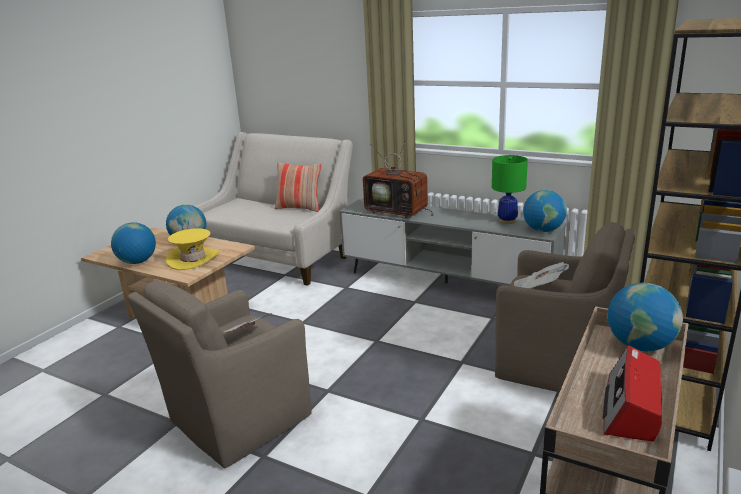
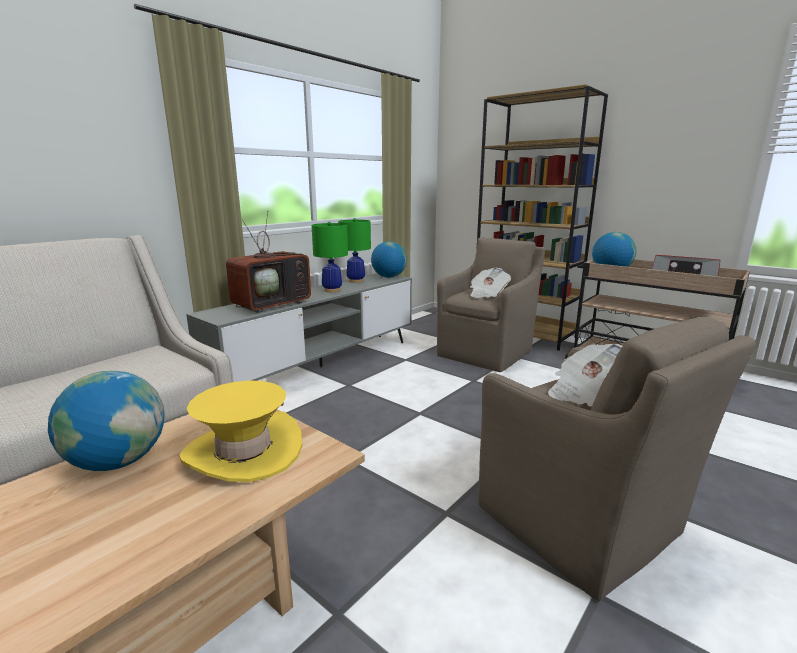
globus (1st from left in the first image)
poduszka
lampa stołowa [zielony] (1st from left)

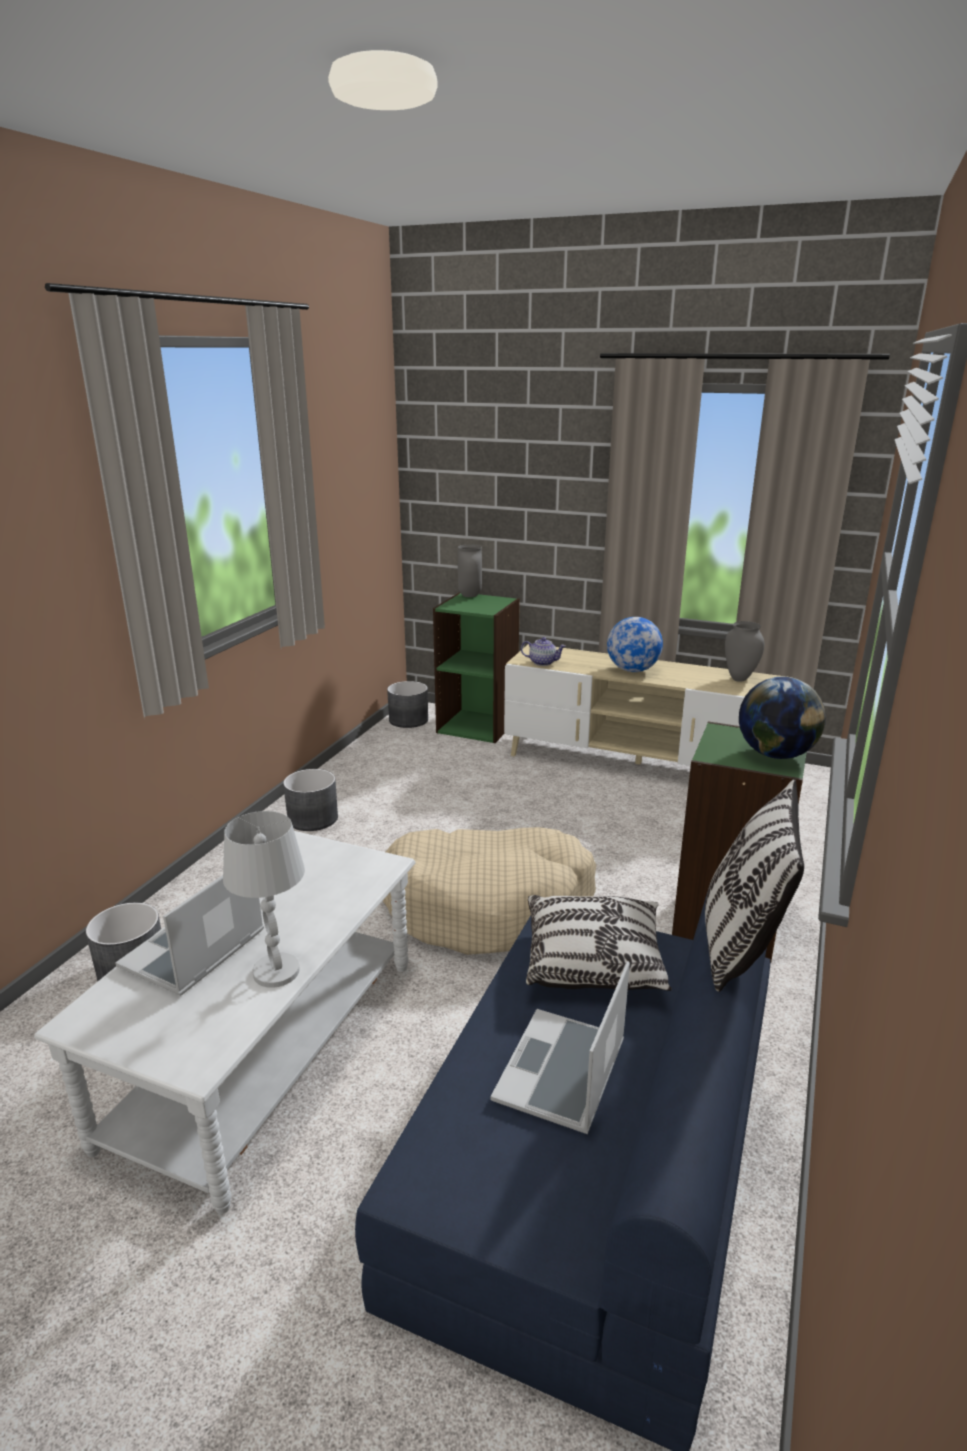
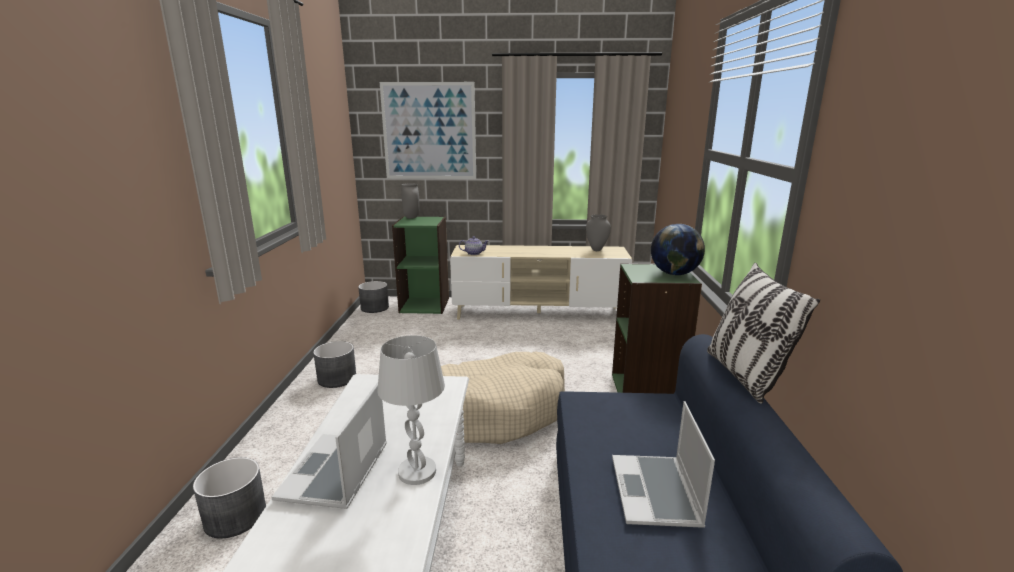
poduszka (1st from left in the first image)
globus (1st from left in the first image)
obraz

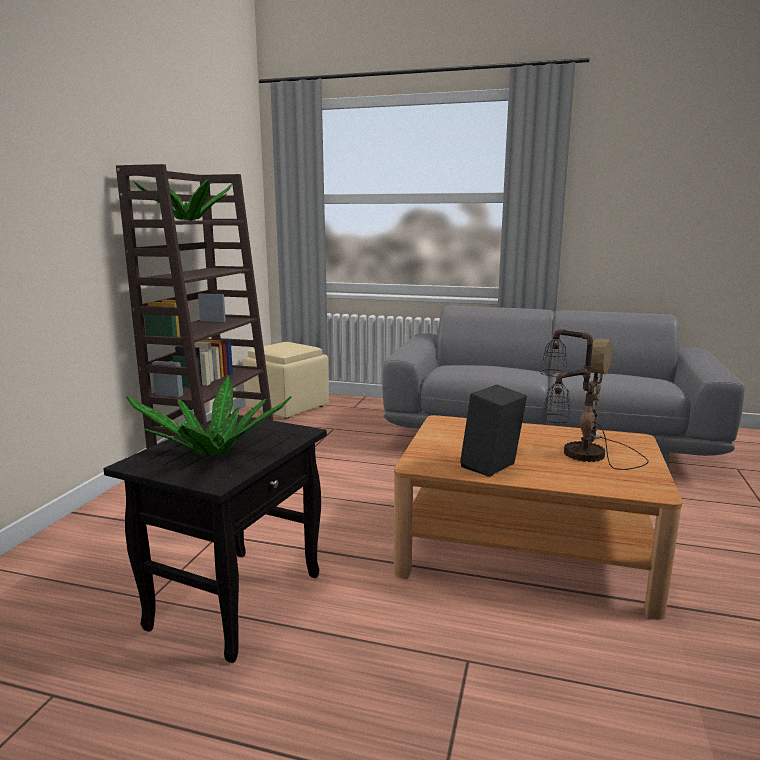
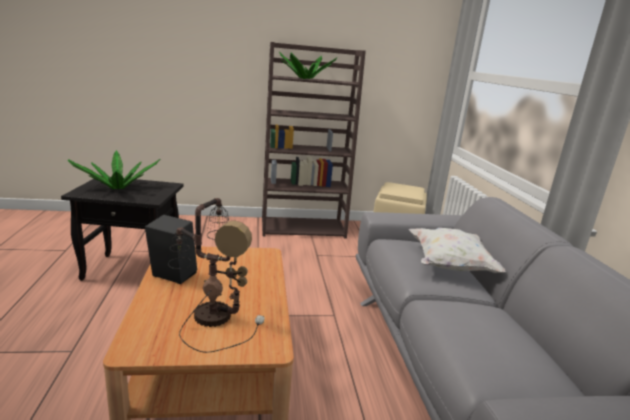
poduszka [biały]

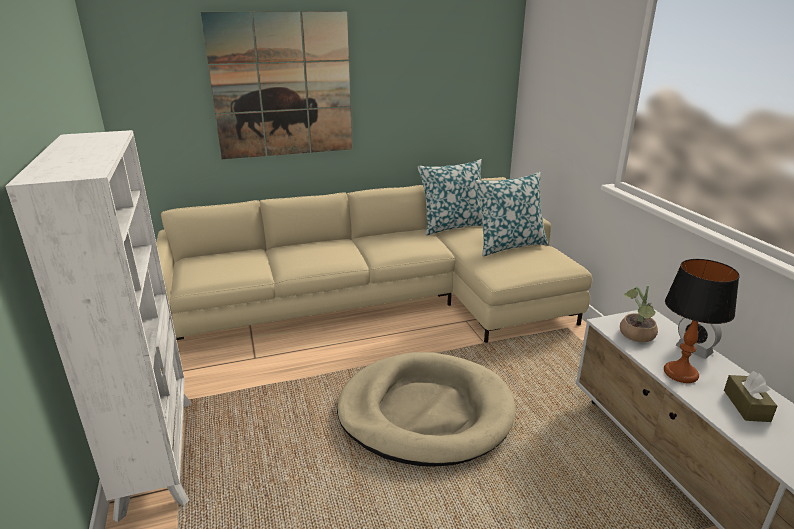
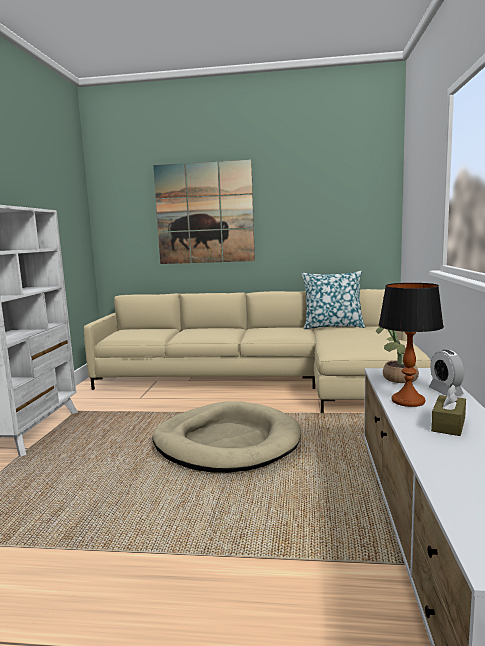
poduszka (2nd from left in the first image)

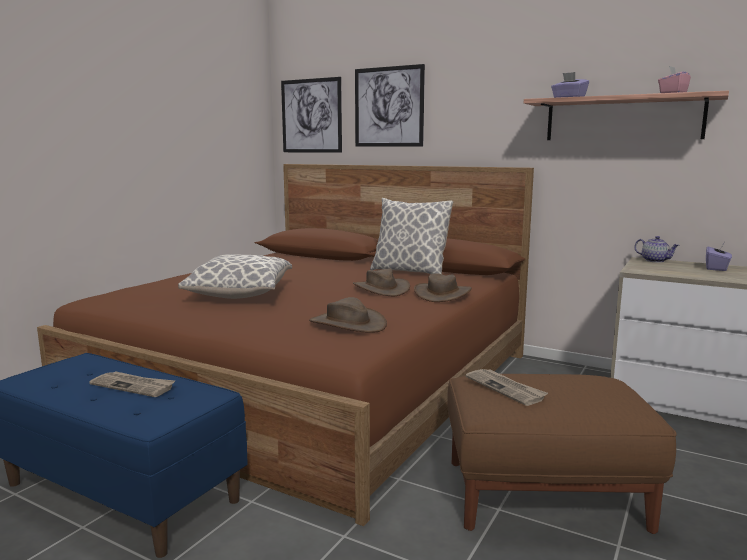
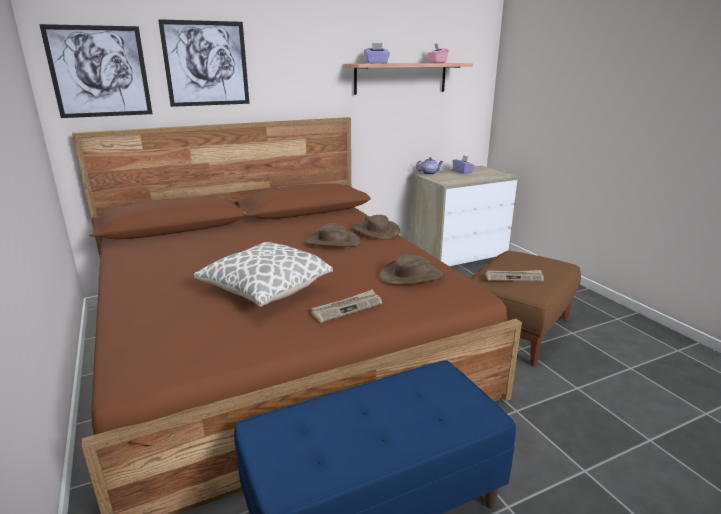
gazeta (1st from left)
poduszka (2nd from left in the first image)

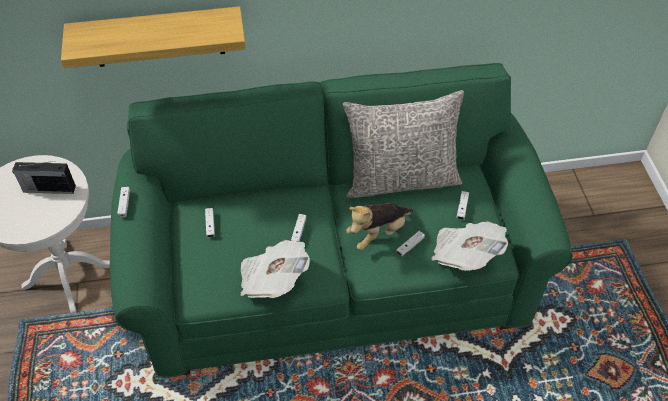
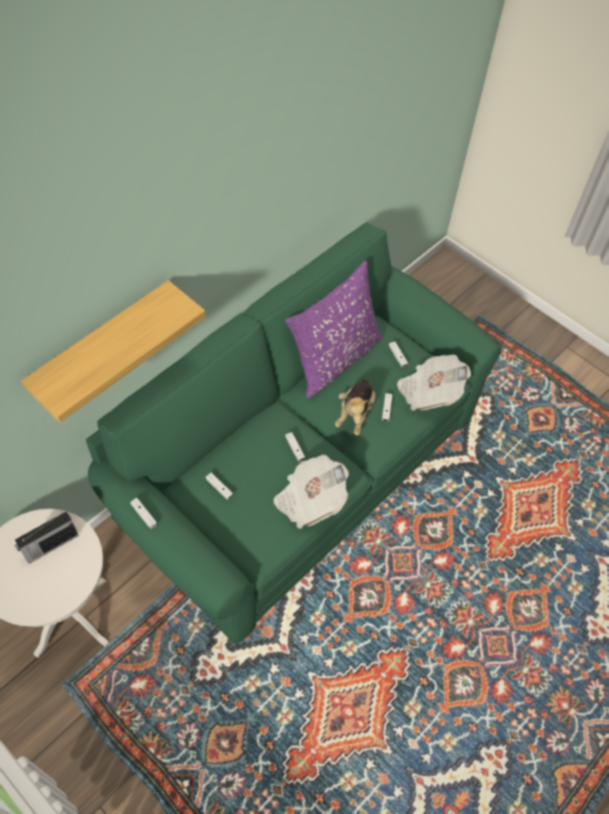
poduszka [fioletowy]

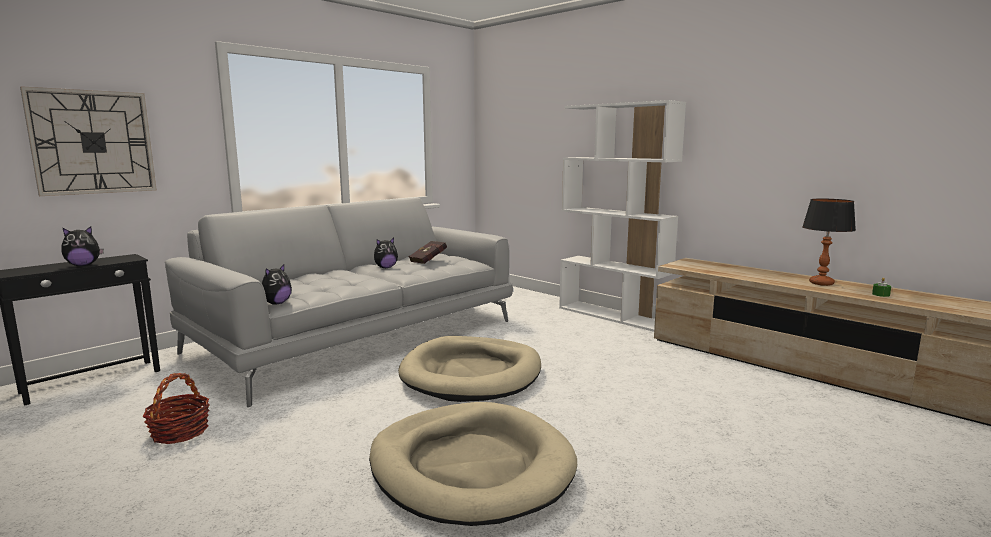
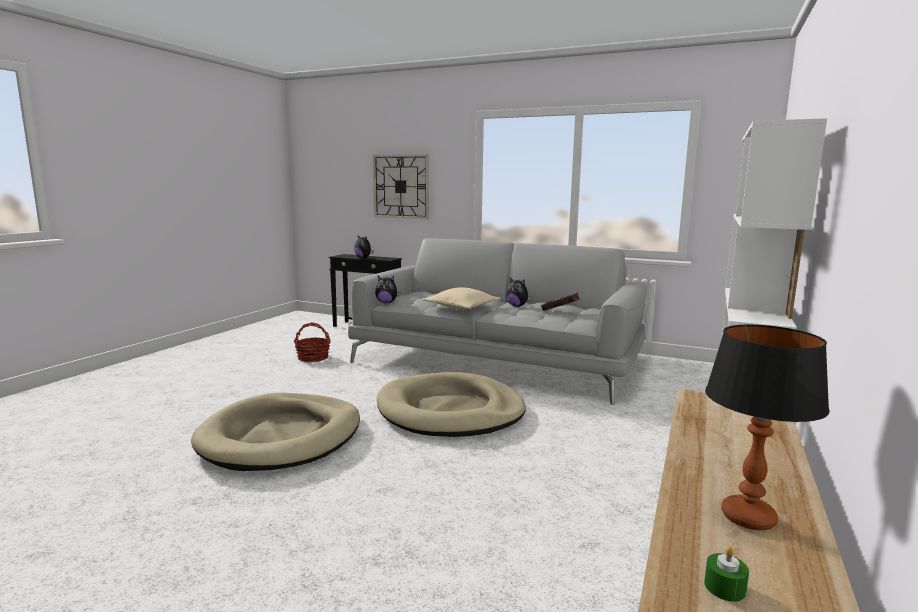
poduszka [beżowy]

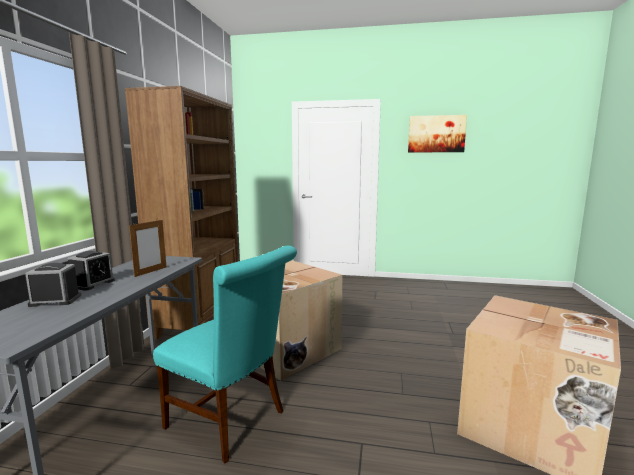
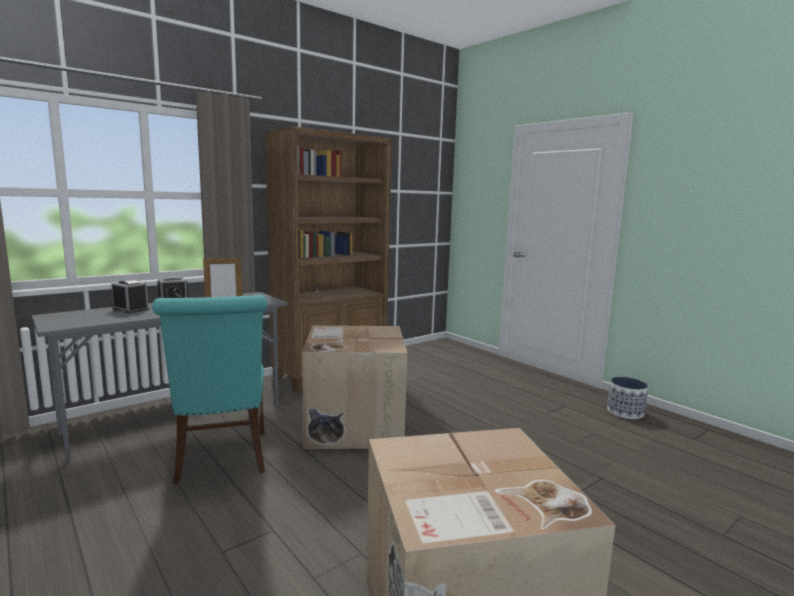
obraz
donica

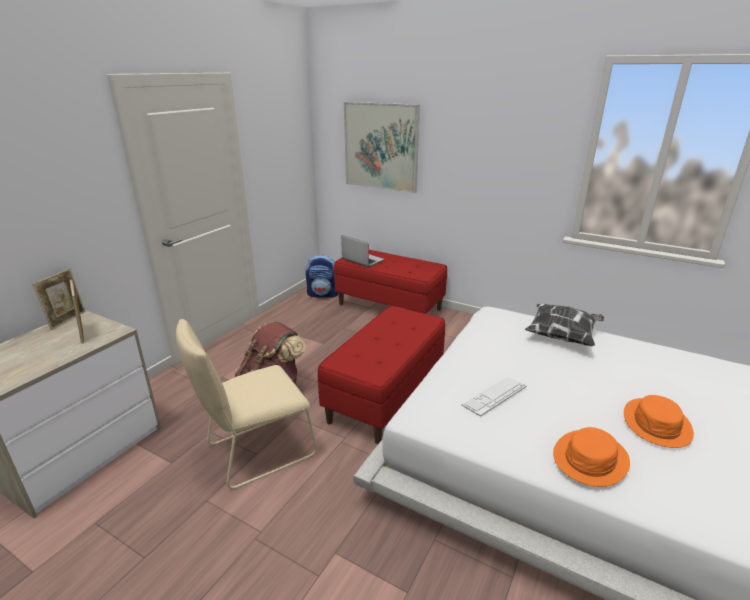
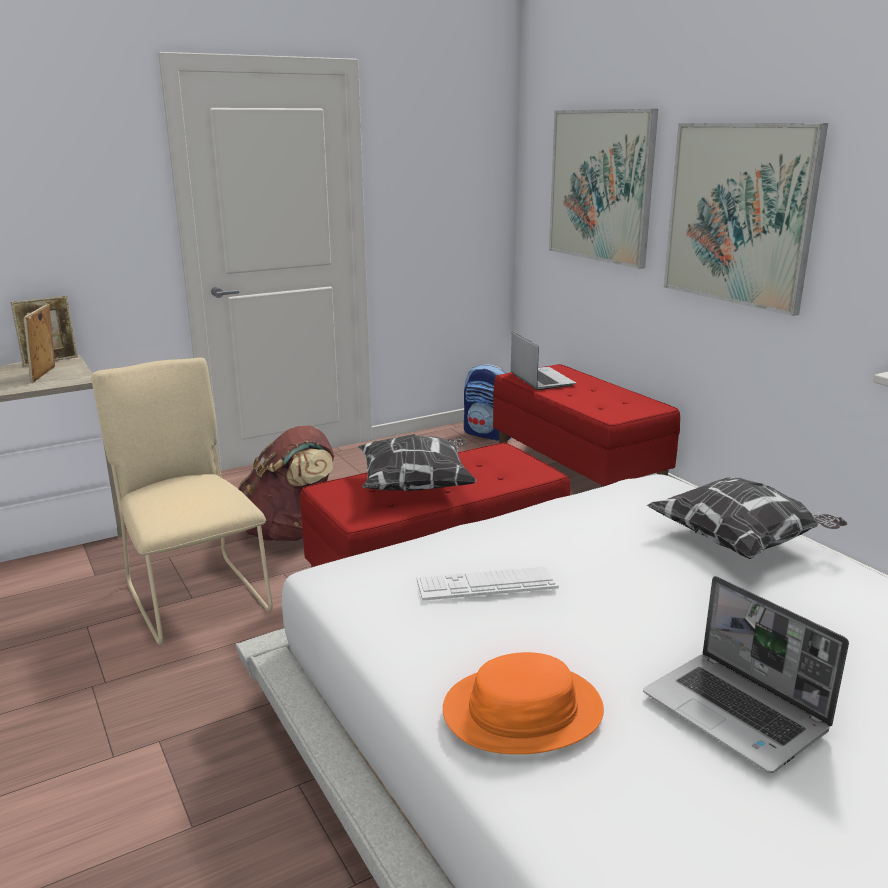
krzesło [beżowy]
laptop (2nd from left)
poduszka (1st from left)
obraz (2nd from left)

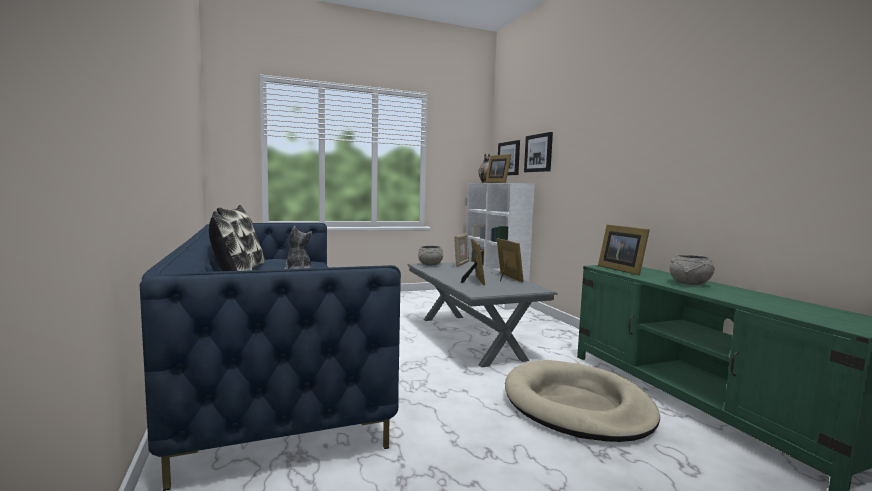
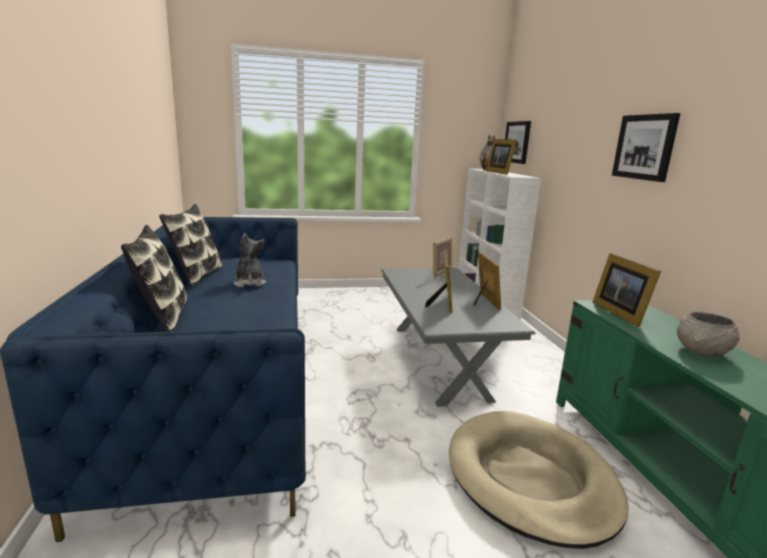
miska [szary] (1st from left in the first image)
obraz (2nd from left)

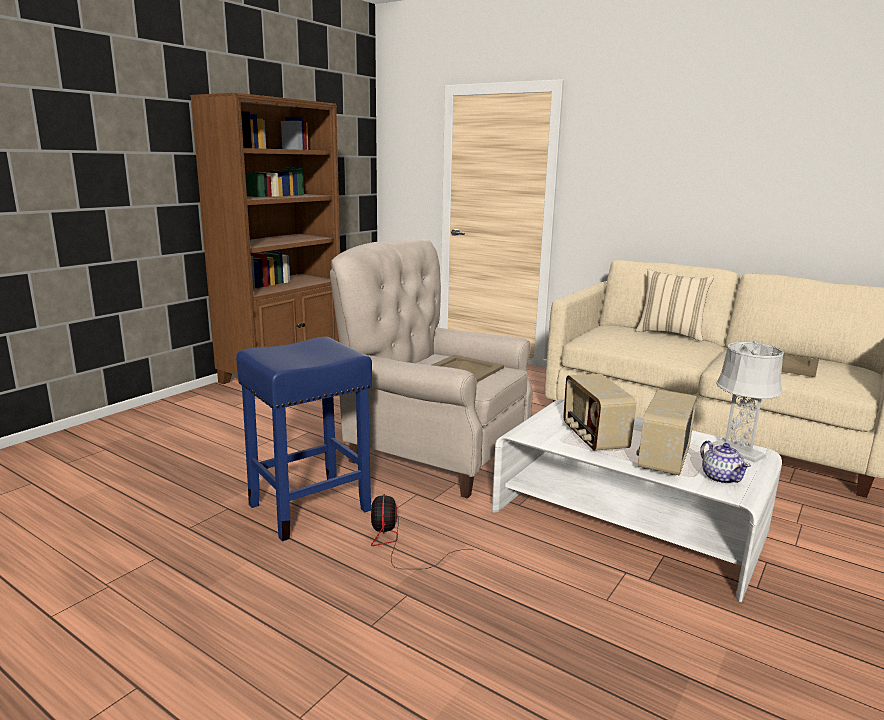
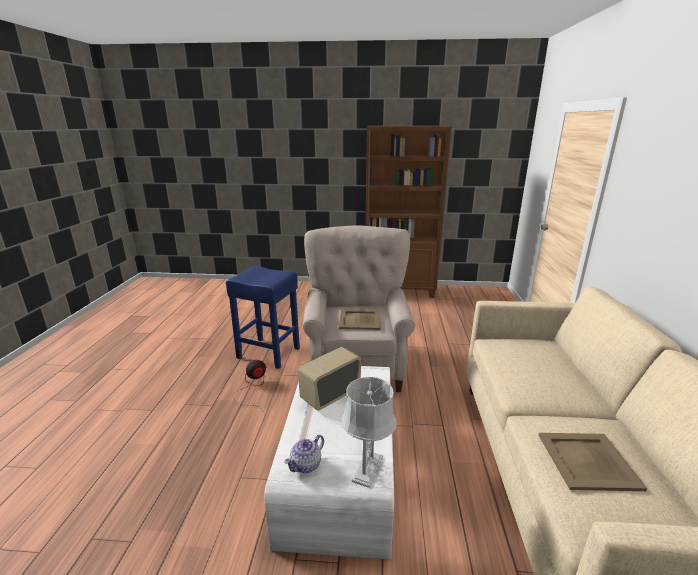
poduszka [beżowy]
radio (2nd from left in the first image)

